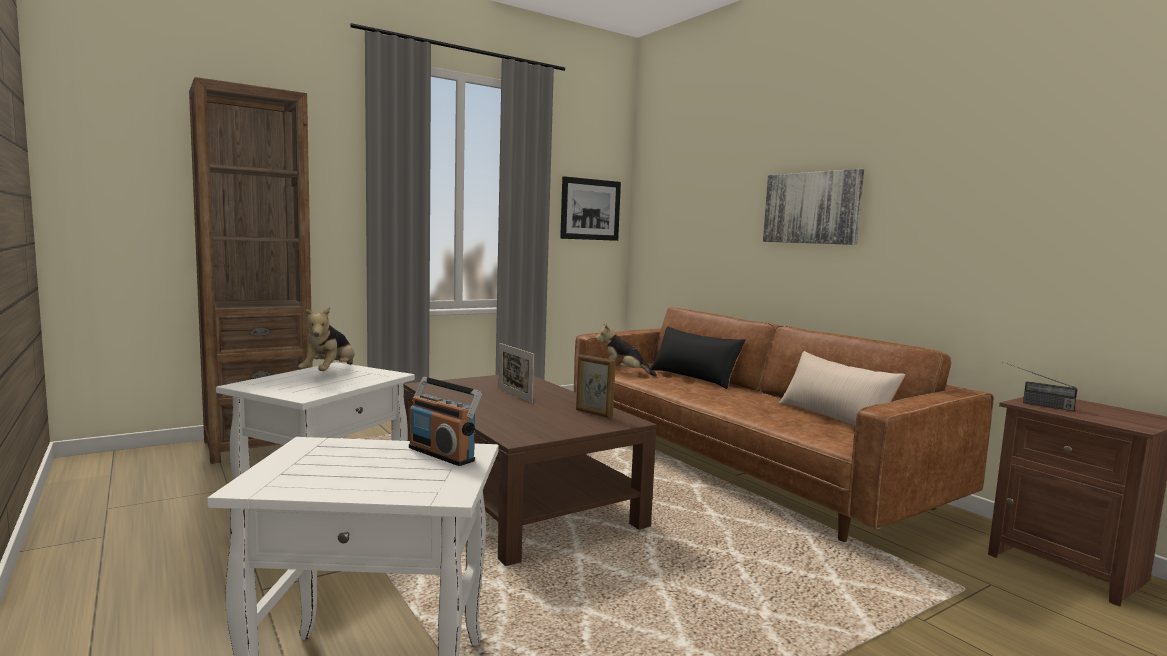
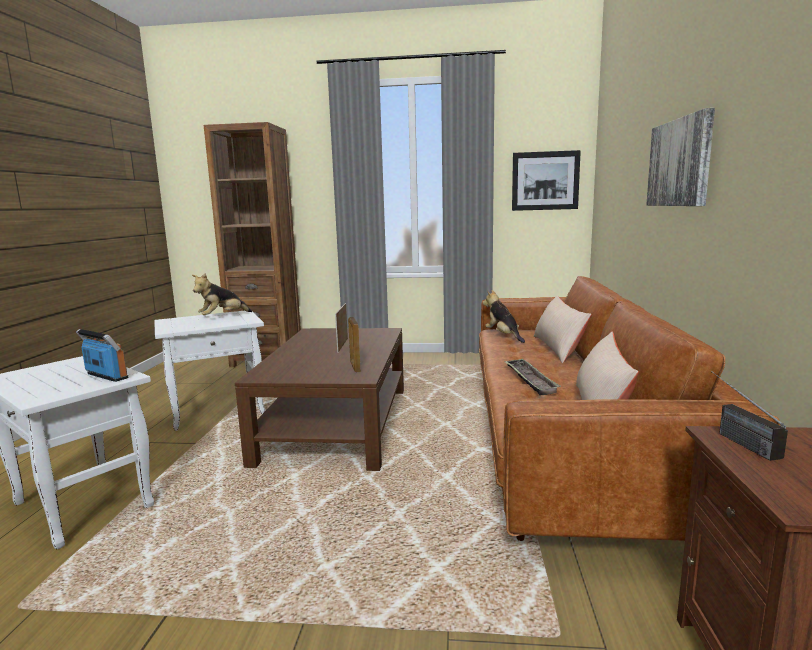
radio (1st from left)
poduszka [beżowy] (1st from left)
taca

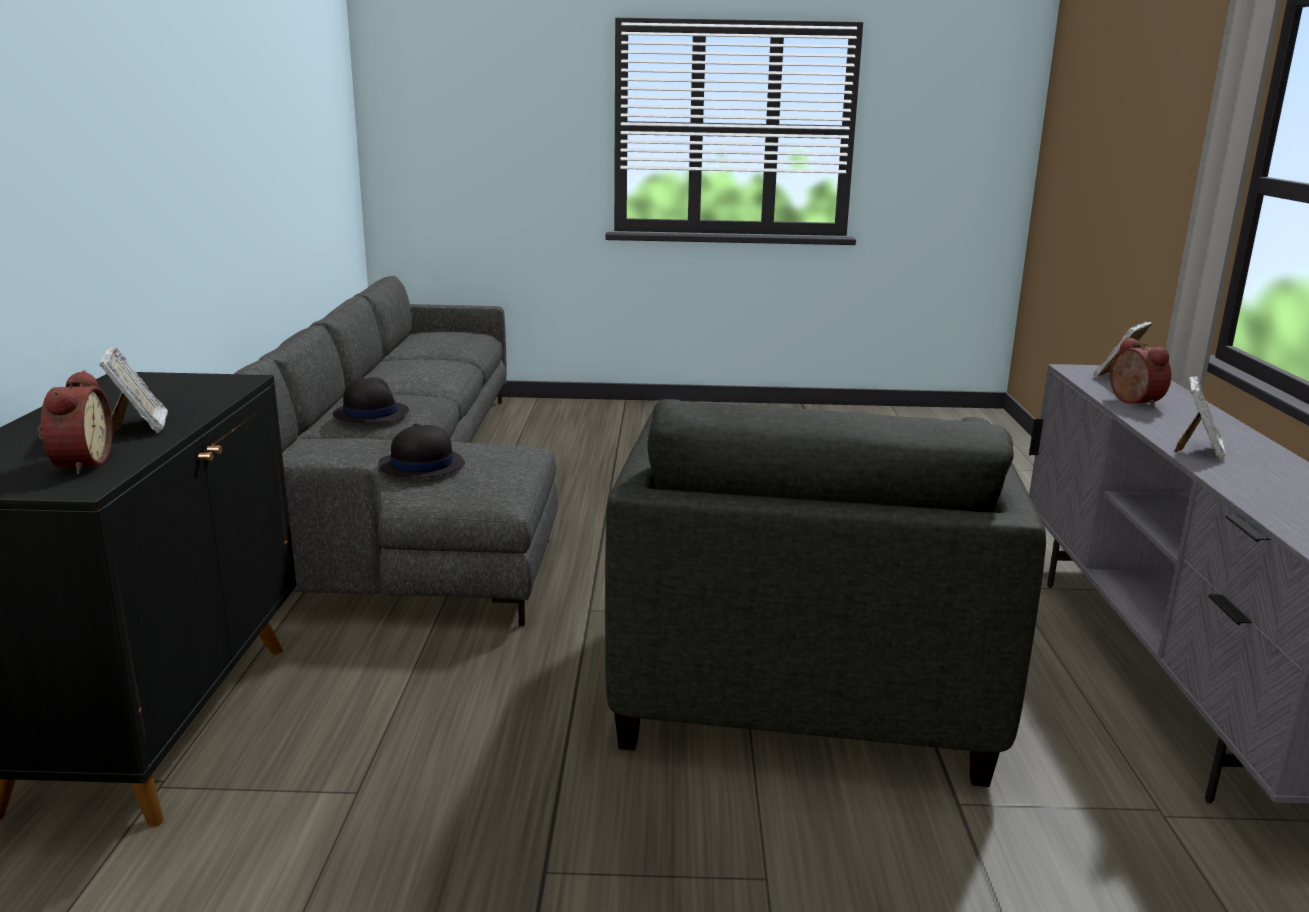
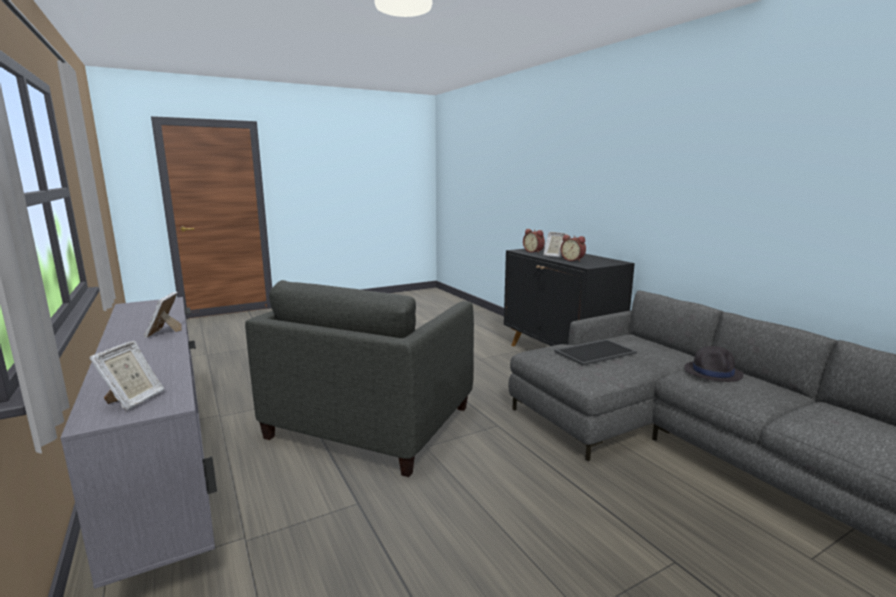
taca
fotel [szary]
budzik (2nd from left)

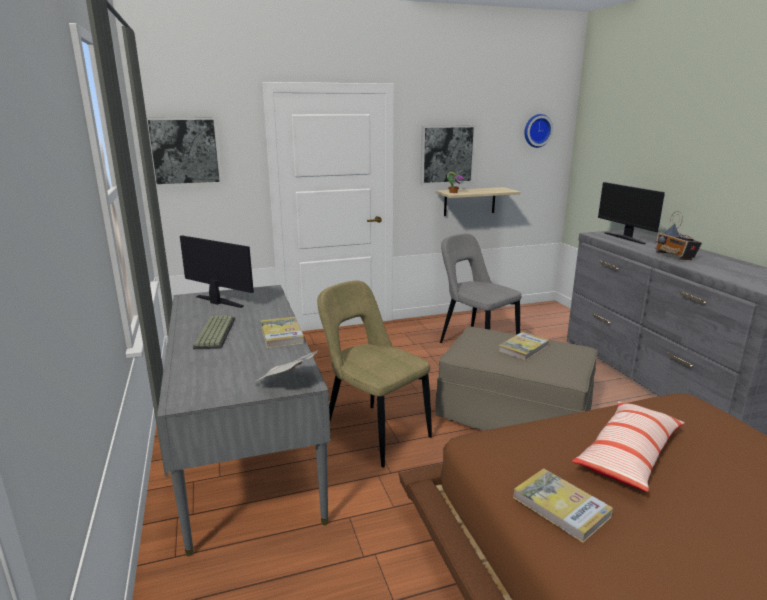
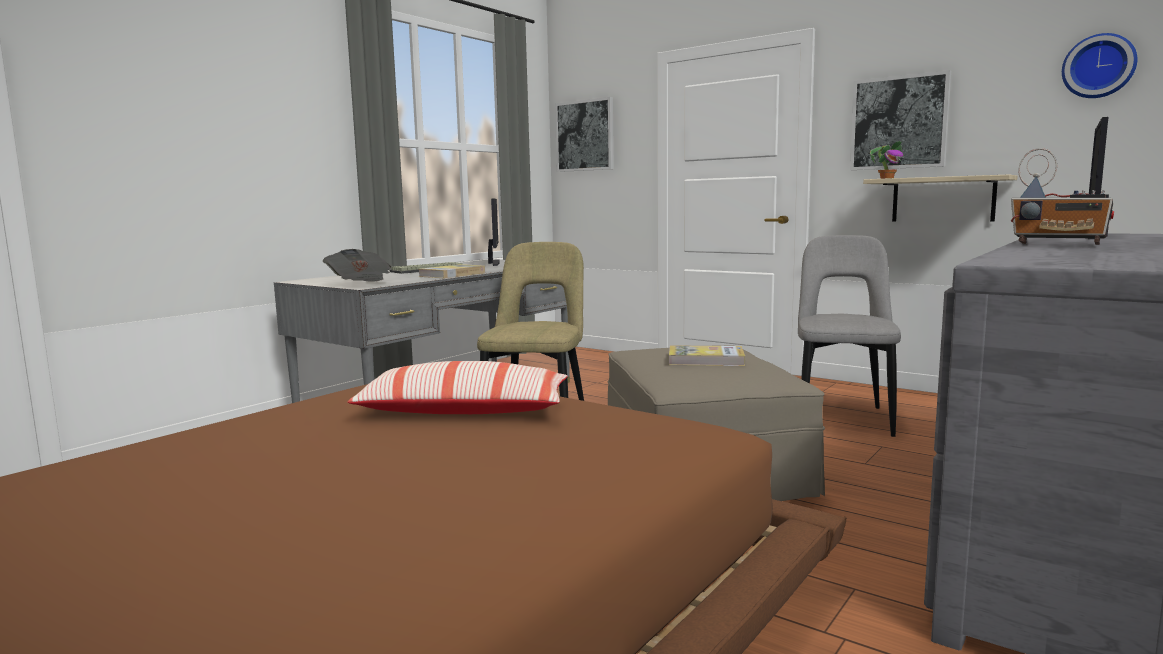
książka (3rd from left in the first image)
radio

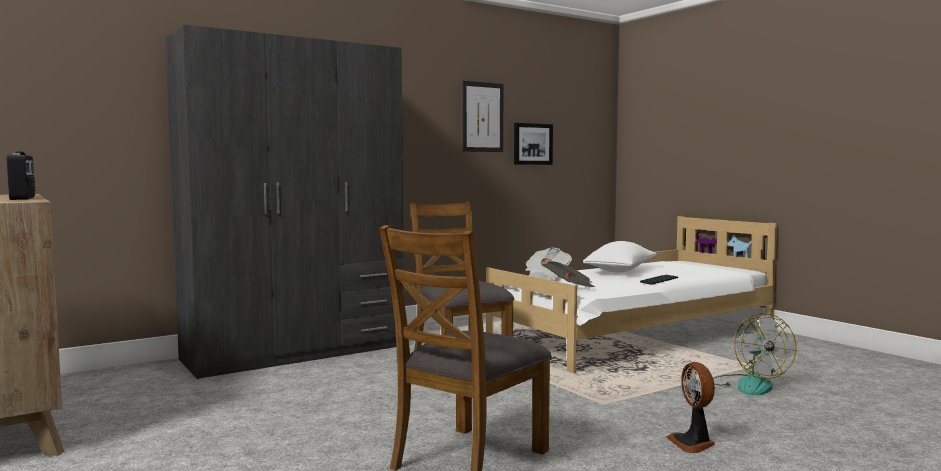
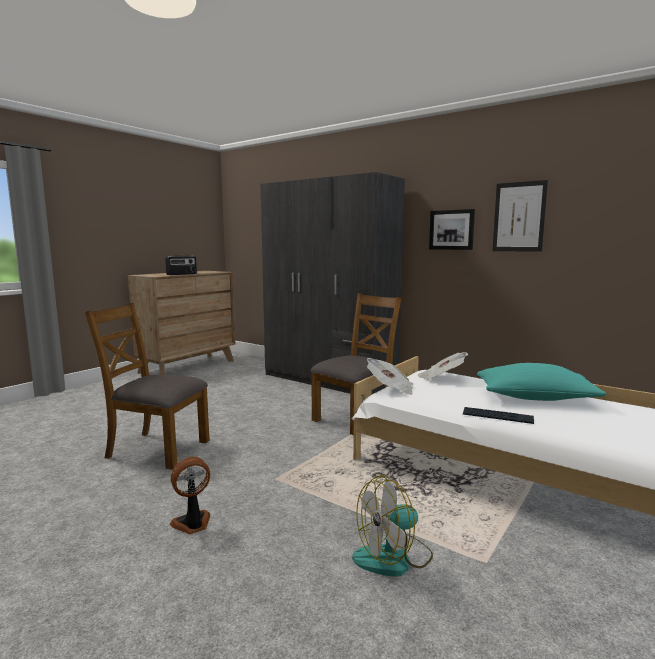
obraz (1st from left)
poduszka [turkusowy]

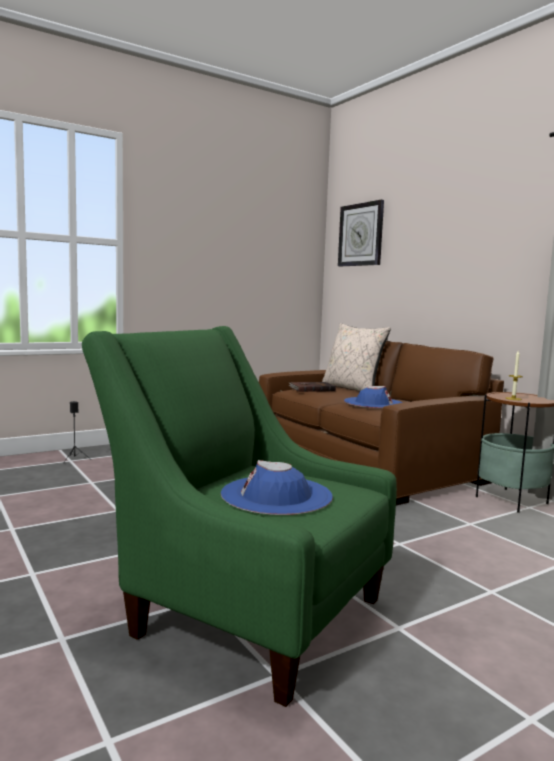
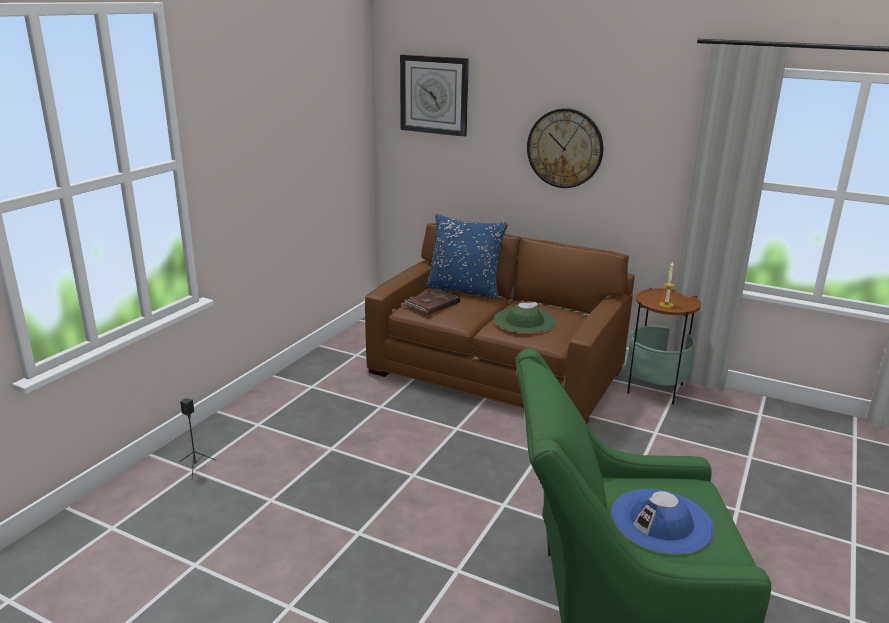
poduszka [niebieski]
kapelusz [zielony]
zegar ścienny (2nd from left)

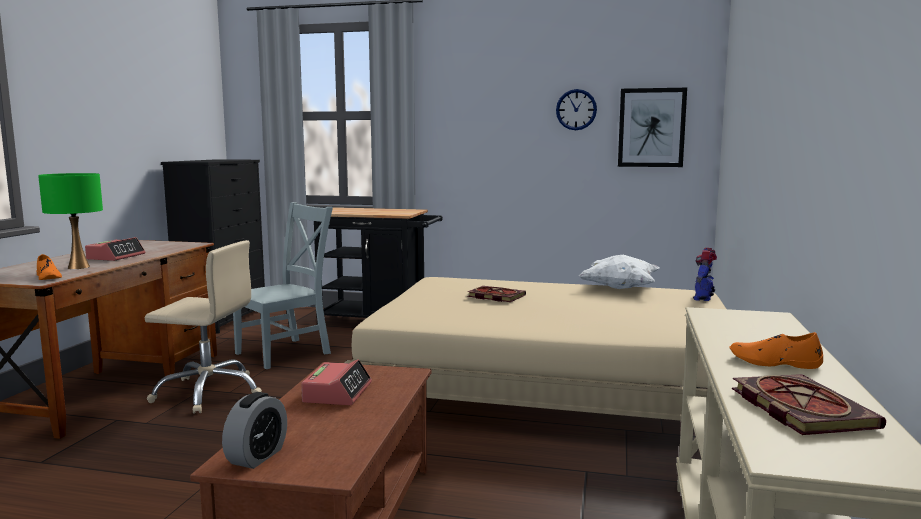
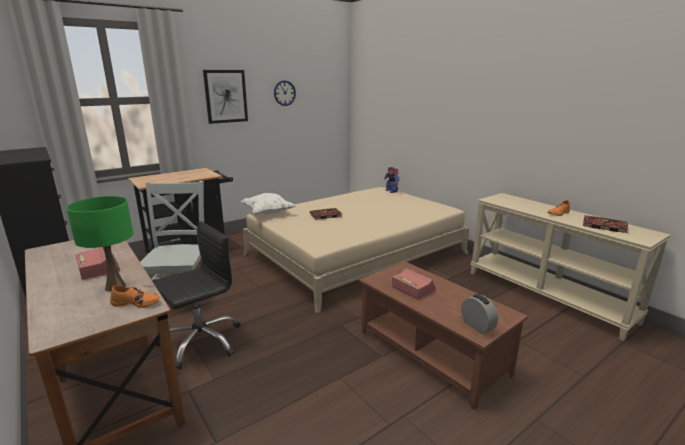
krzesło biurowe [czarny]
poduszka [biały]
obraz

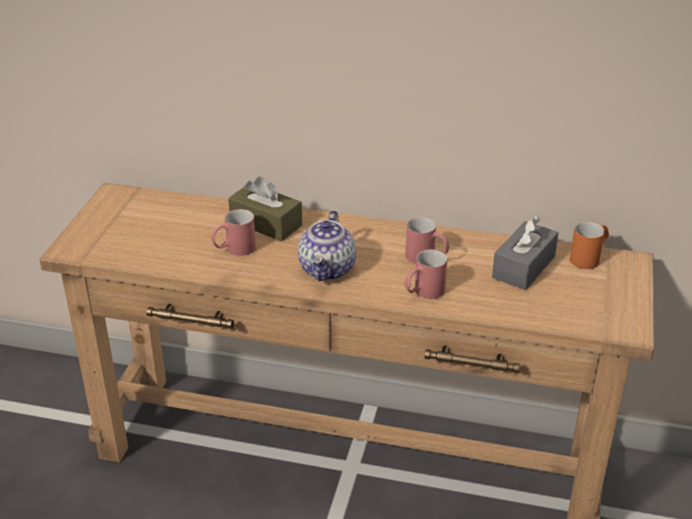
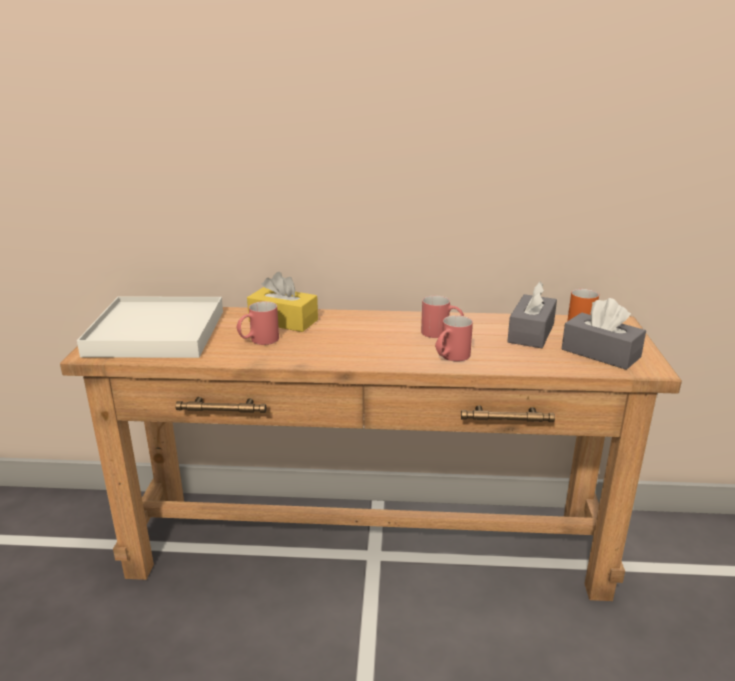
pudełko chusteczek [żółty]
imbryk
taca [biały]
pudełko chusteczek [szary] (2nd from left)

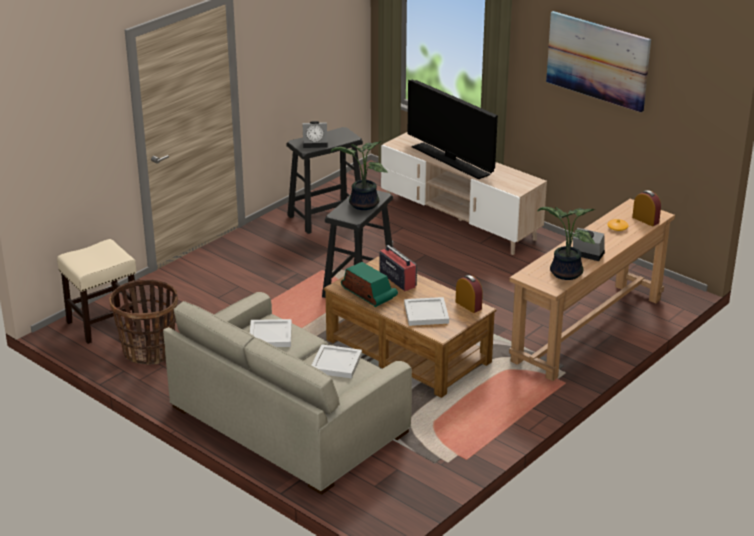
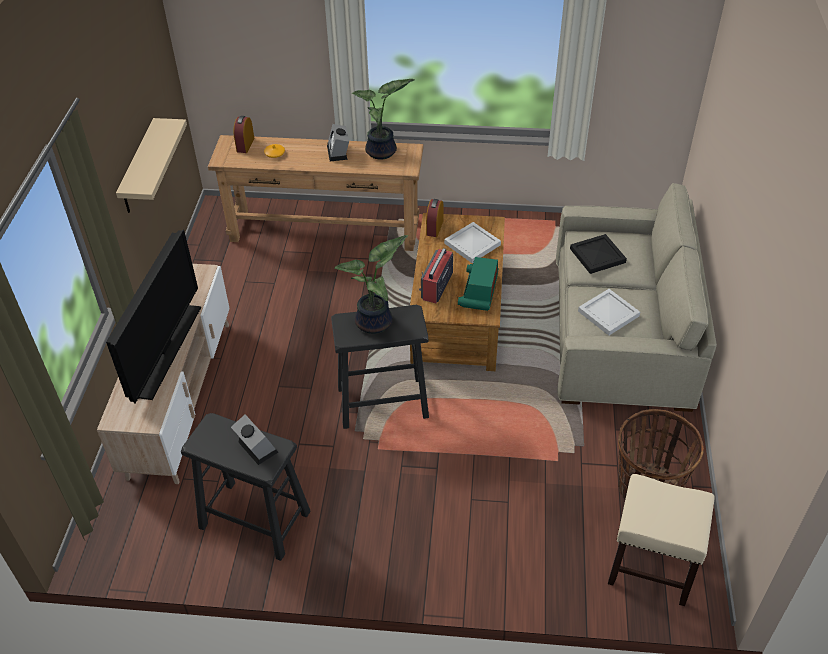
taca [czarny]
obraz
półka [beżowy]

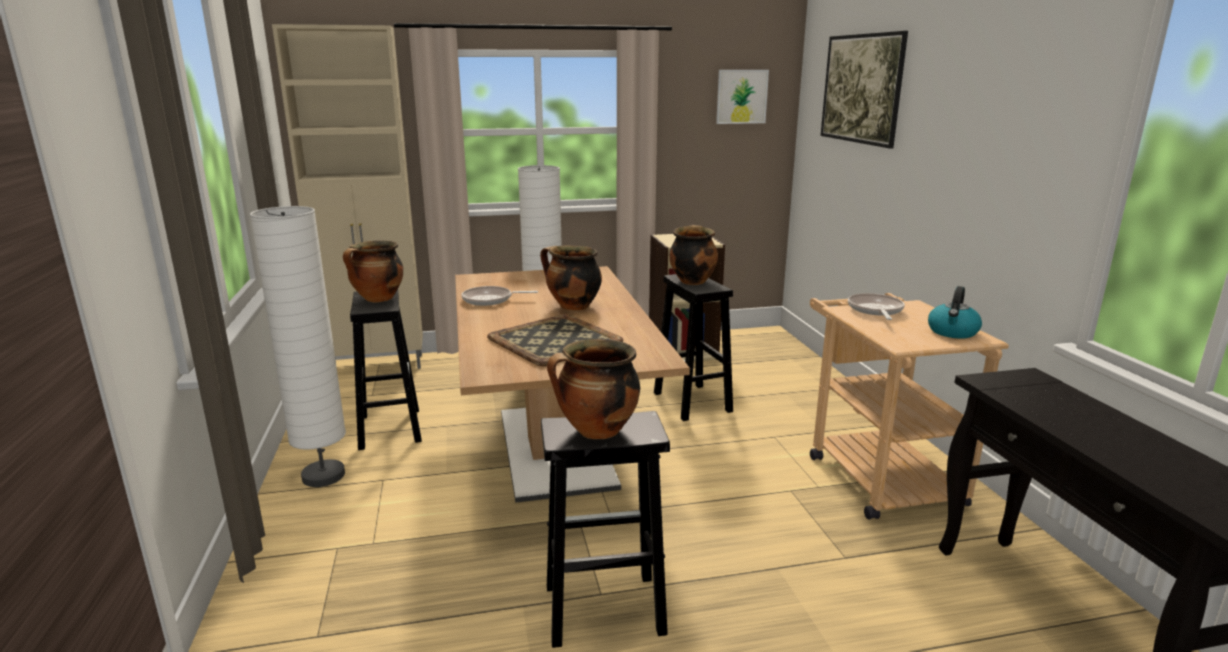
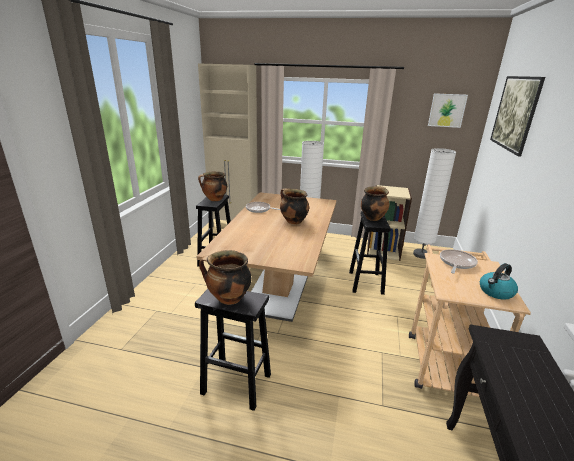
lampa stojąca [biały] (2nd from left)
taca

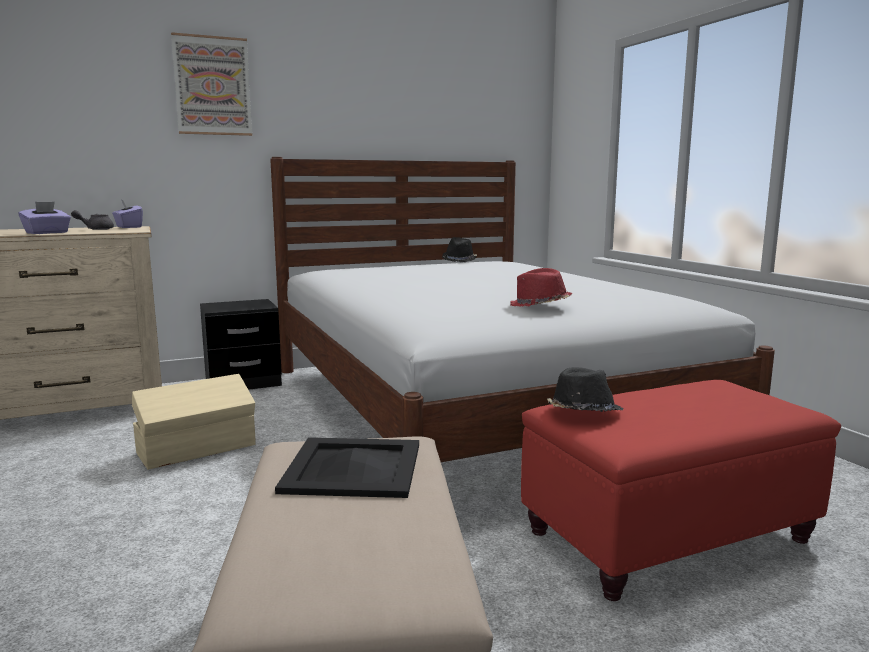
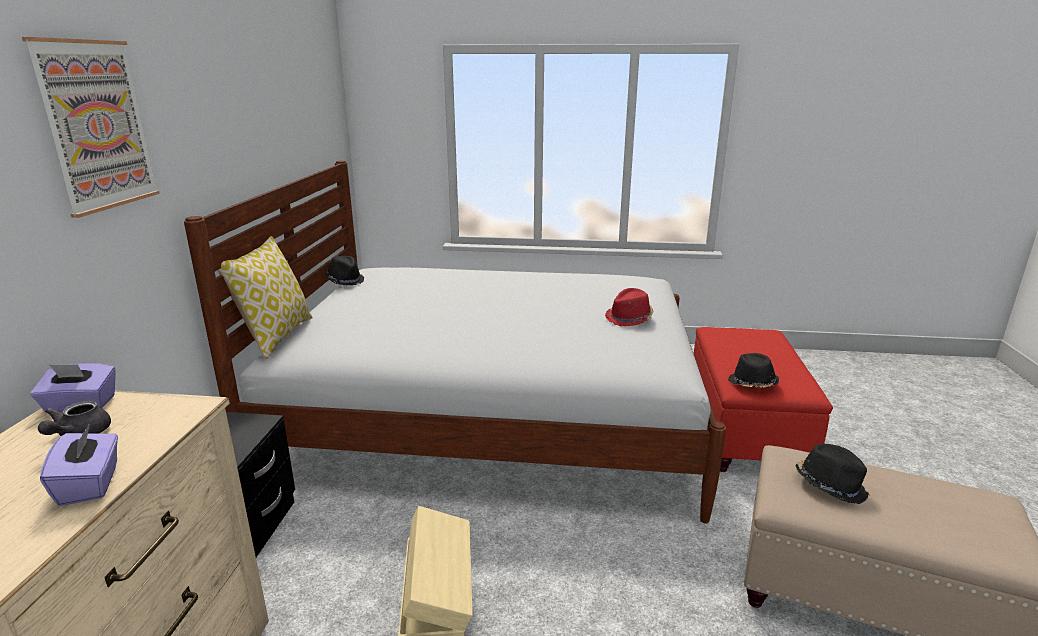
kapelusz [czarny] (3rd from left)
poduszka

